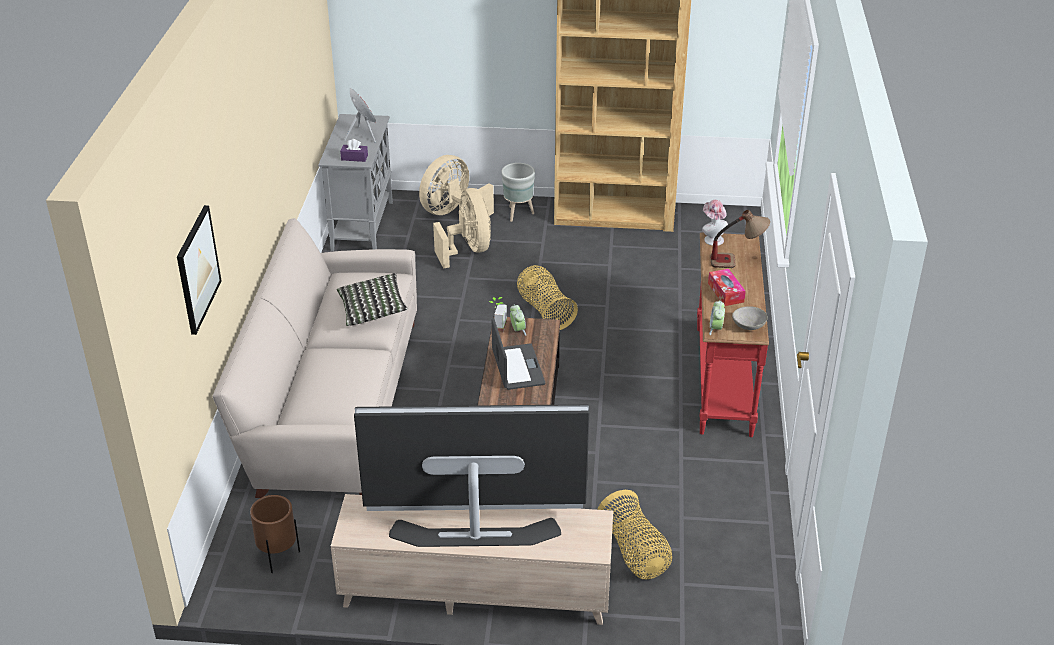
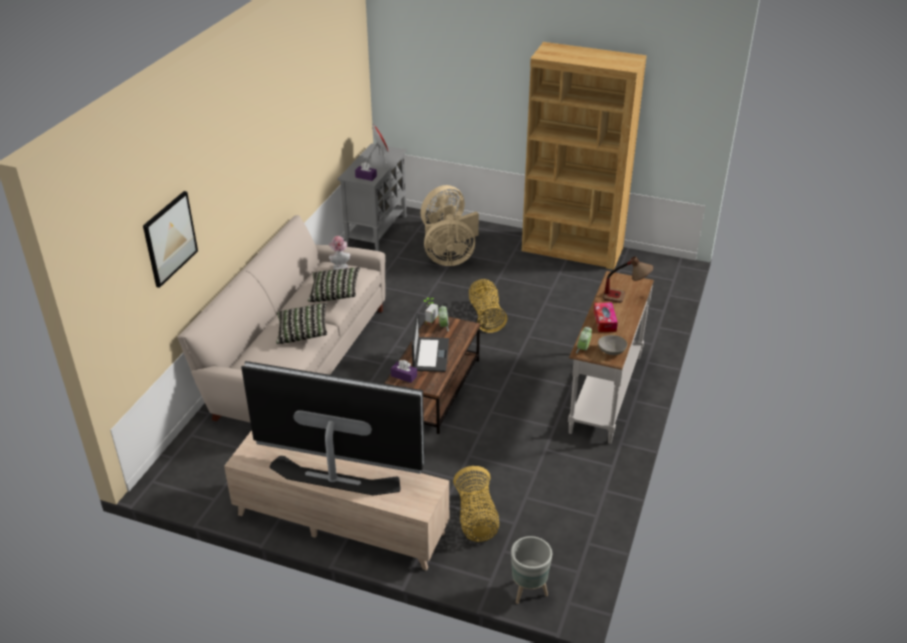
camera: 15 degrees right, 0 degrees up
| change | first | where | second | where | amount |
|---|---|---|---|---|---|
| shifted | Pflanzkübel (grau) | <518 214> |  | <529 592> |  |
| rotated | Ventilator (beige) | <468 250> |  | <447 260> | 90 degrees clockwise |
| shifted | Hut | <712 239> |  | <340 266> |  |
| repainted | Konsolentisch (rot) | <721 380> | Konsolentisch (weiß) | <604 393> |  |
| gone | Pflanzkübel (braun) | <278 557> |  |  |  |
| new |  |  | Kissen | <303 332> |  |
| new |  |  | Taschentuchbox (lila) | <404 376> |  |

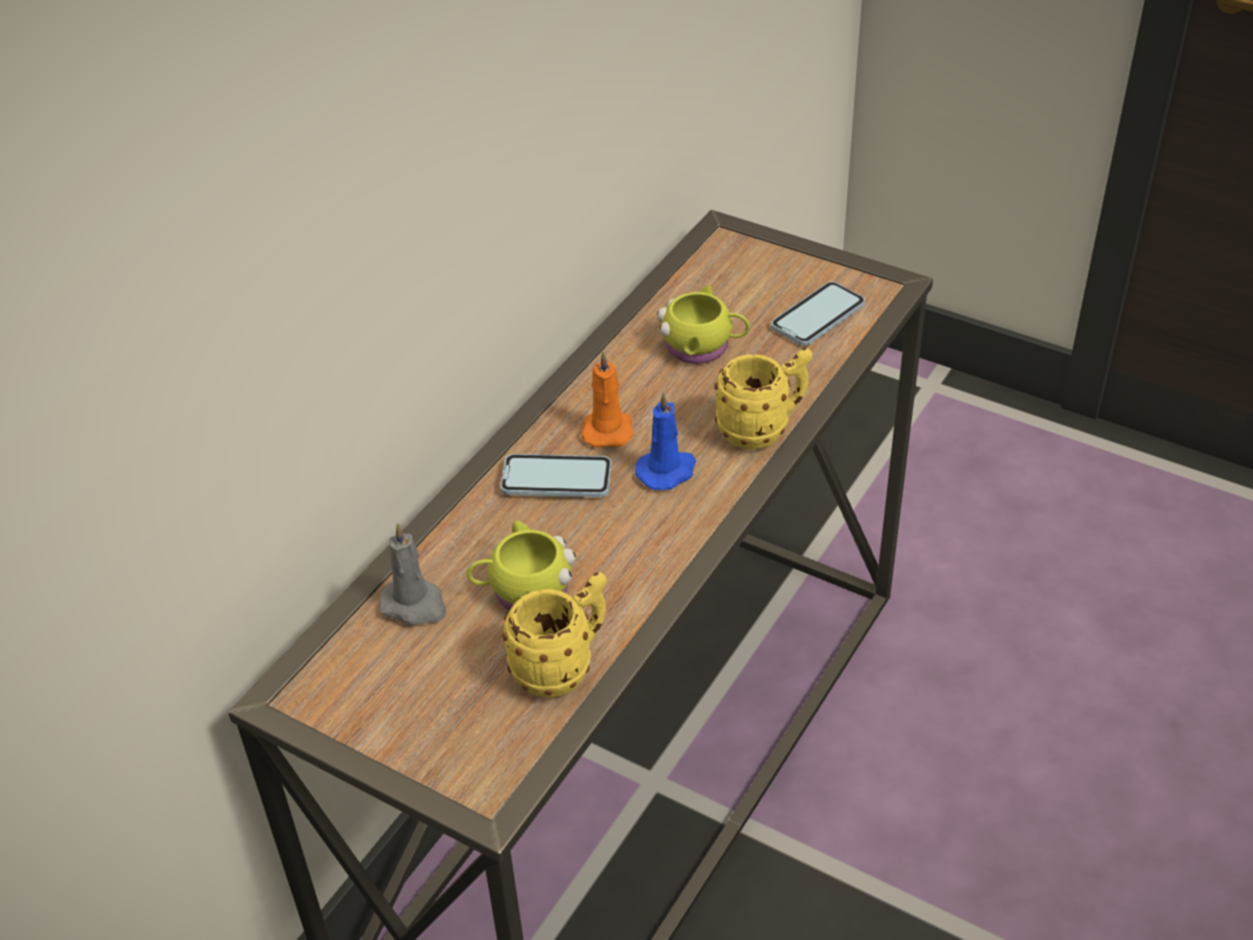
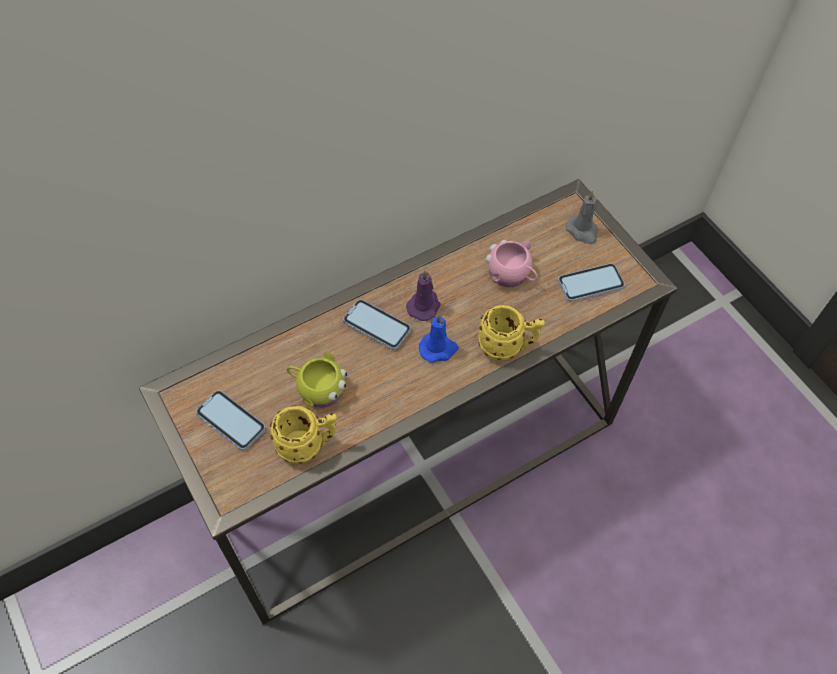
camera: 25 degrees right, 15 degrees up
| change | first | where | second | where | amount |
|---|---|---|---|---|---|
| repainted | Henkelbecher (gelb) | <703 347> | Henkelbecher (rosa) | <511 274> |  |
| repainted | Kerze (orange) | <607 429> | Kerze (lila) | <424 305> |  |
| shifted | Kerze (grau) | <415 605> |  | <582 231> |  |
| new |  |  | Handy | <231 421> |  |

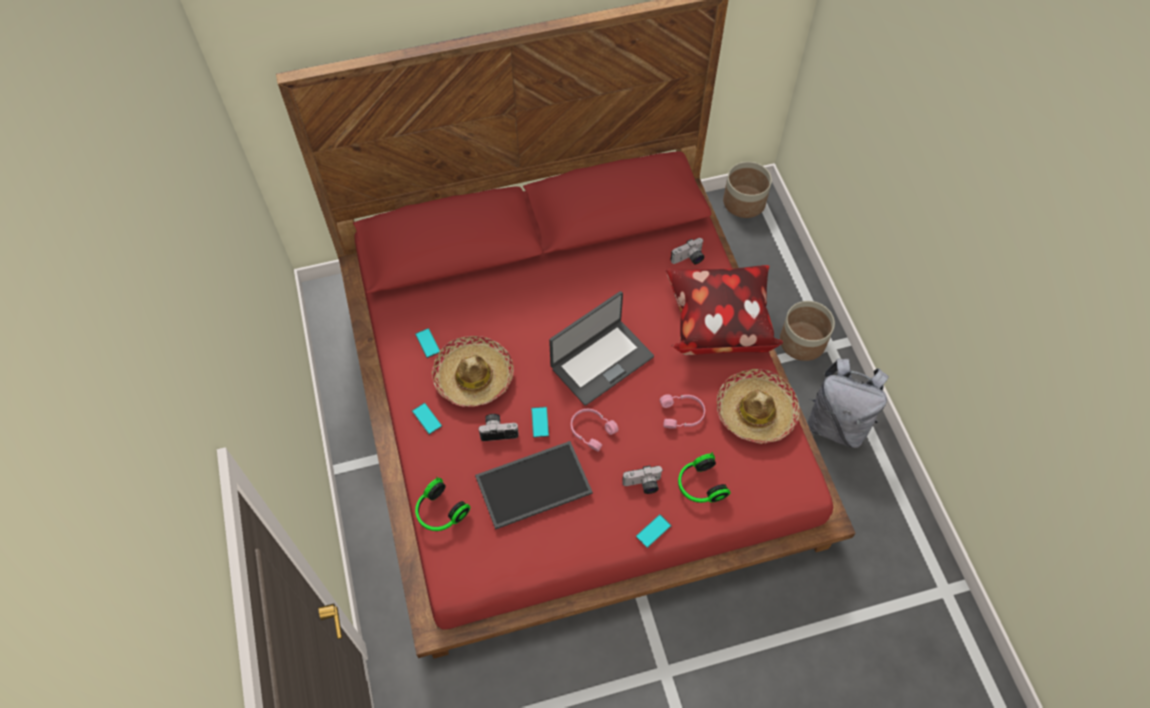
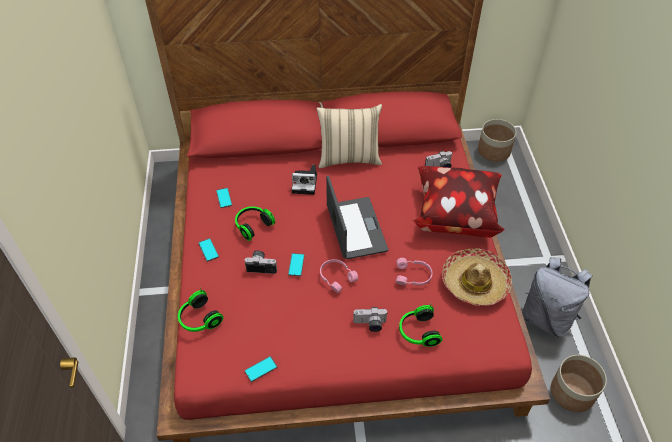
camera: 10 degrees right, 10 degrees down
| change | first | where | second | where | amount |
|---|---|---|---|---|---|
| rotated | Laptop | <601 361> |  | <355 228> | 75 degrees counterclockwise |
| shifted | Pflanzkübel | <802 342> |  | <572 392> |  |
| swapped | Hut | <474 377> | Kopfhörer | <252 225> |  |
| gone | Tablett | <533 486> |  |  |  |
| shifted | Handy | <653 531> |  | <261 369> |  |
| new |  |  | Kissen (beige) | <349 158> |  |
| new |  |  | Kamera | <306 183> |  |

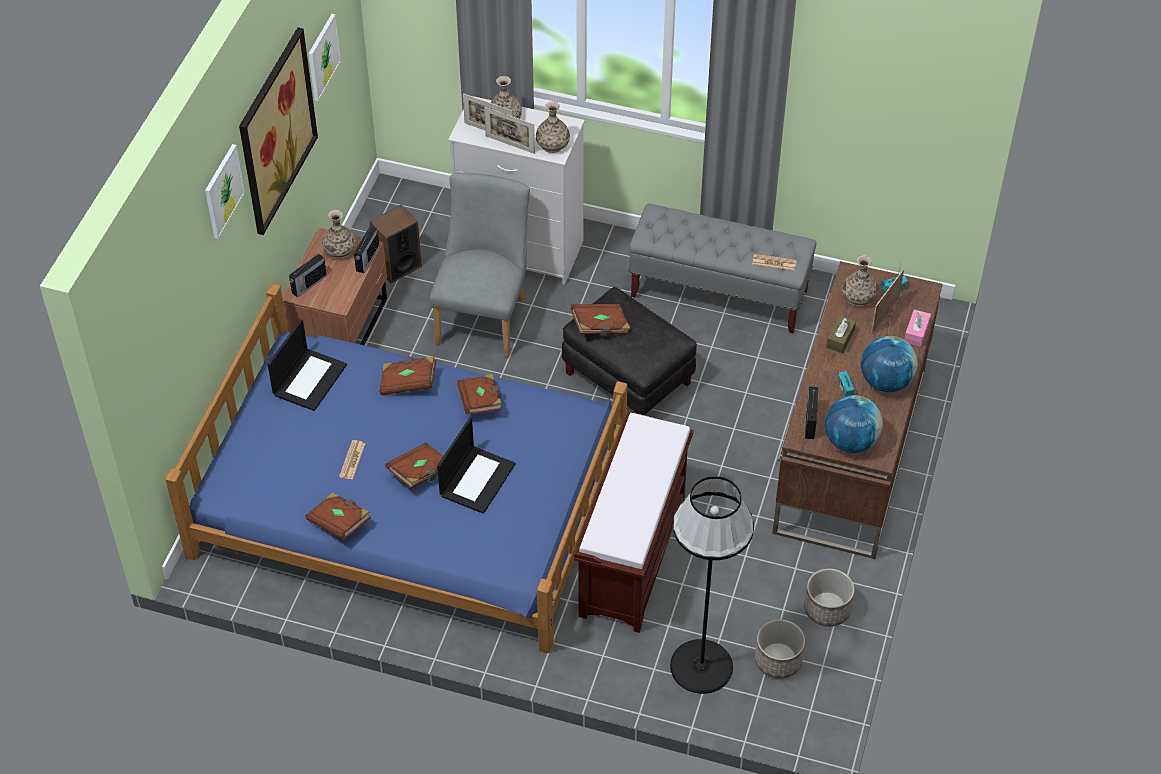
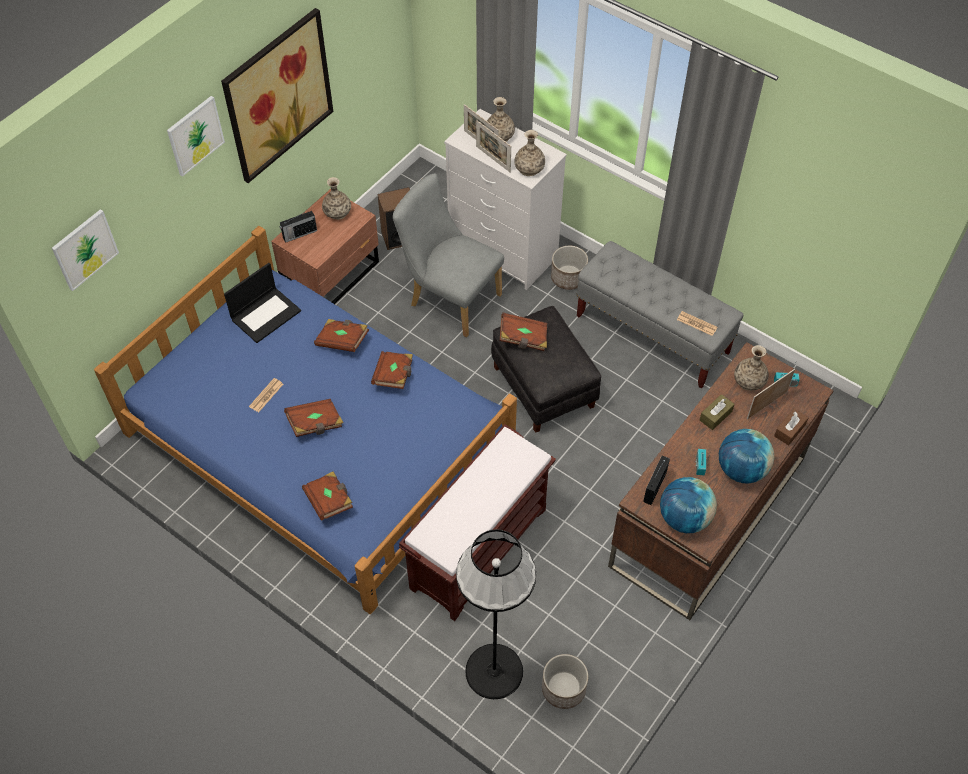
camera: 20 degrees right, 5 degrees up
| change | first | where | second | where | amount |
|---|---|---|---|---|---|
| shifted | Bild | <323 57> |  | <85 249> |  |
| rotated | Stuhl (grau) | <484 315> |  | <449 298> | 90 degrees counterclockwise |
| gone | Radio | <367 259> |  |  |  |
| repainted | Taschentuchbox (rosa) | <916 332> | Taschentuchbox (braun) | <789 430> |  |
| gone | Laptop | <477 479> |  |  |  |
| shifted | Buch (braun) | <340 523> |  | <329 501> |  |
| shifted | Pflanzkübel | <827 609> |  | <568 278> |  |

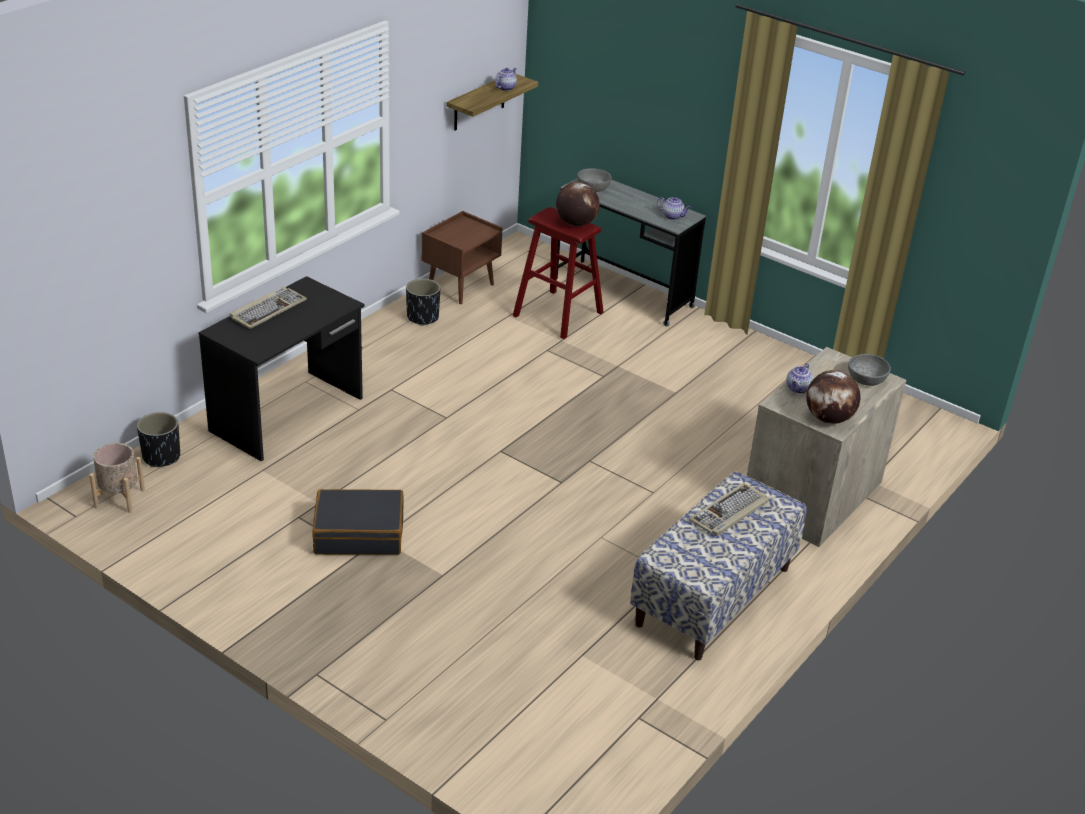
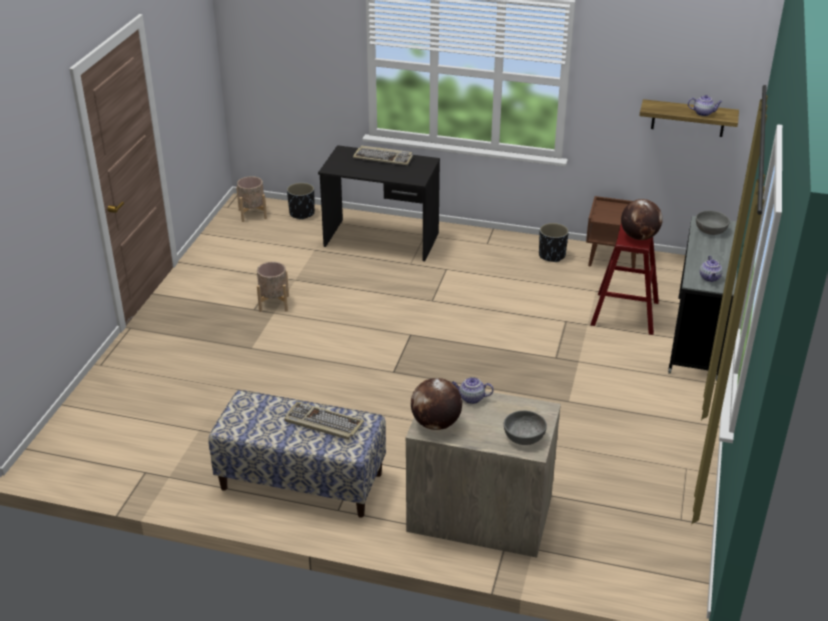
camera: 70 degrees right, 0 degrees up
| change | first | where | second | where | amount |
|---|---|---|---|---|---|
| swapped | Koffer (schwarz) | <359 533> | Pflanzkübel (beige) | <274 303> |  |

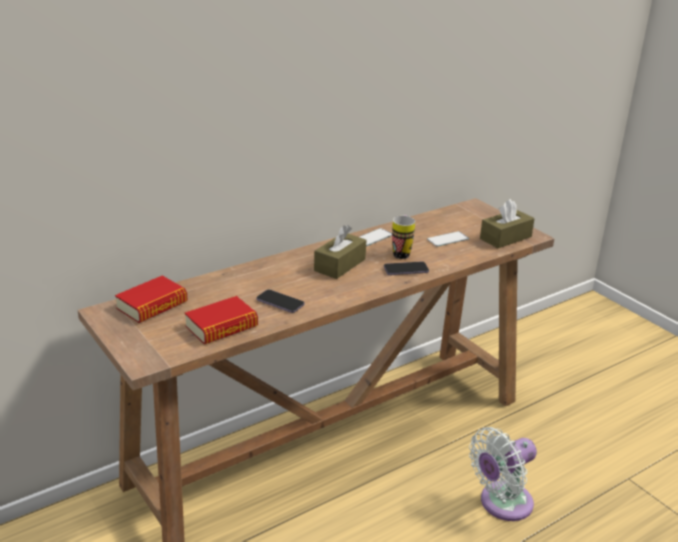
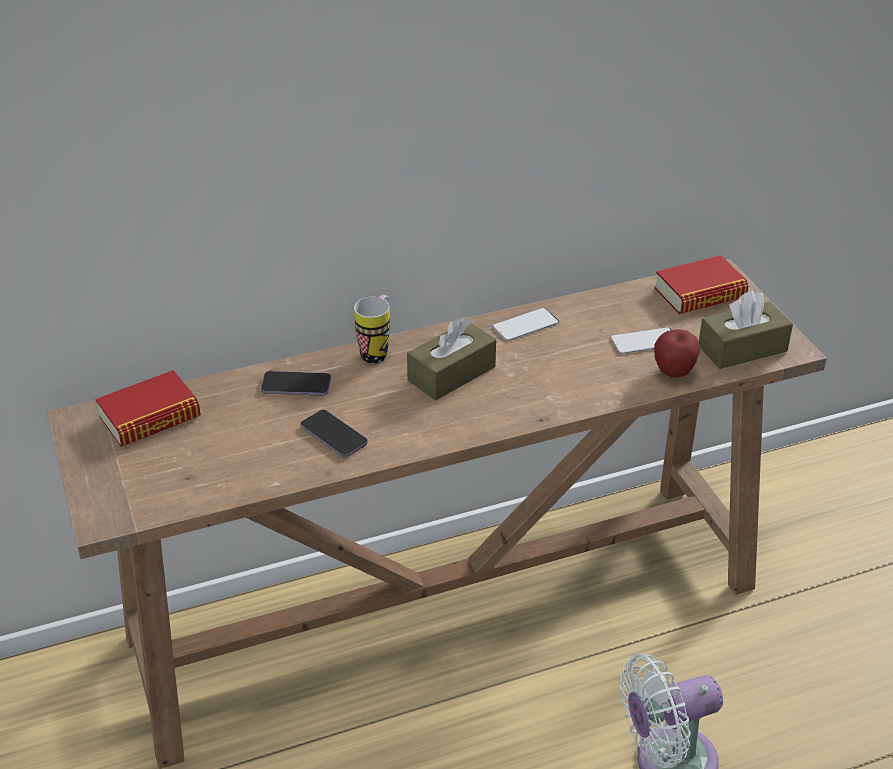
camera: 15 degrees right, 10 degrees up
| change | first | where | second | where | amount |
|---|---|---|---|---|---|
| shifted | Henkelbecher | <401 252> |  | <377 351> |  |
| shifted | Handy | <406 270> |  | <296 385> |  |
| shifted | Buch | <221 327> |  | <700 293> |  |
| new |  |  | Apfel | <673 372> |  |

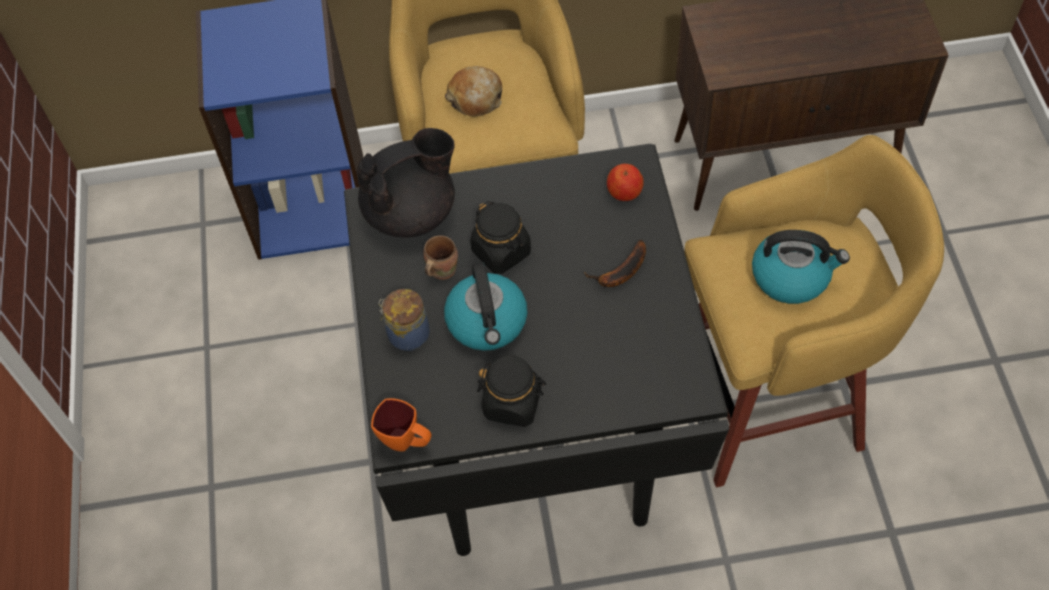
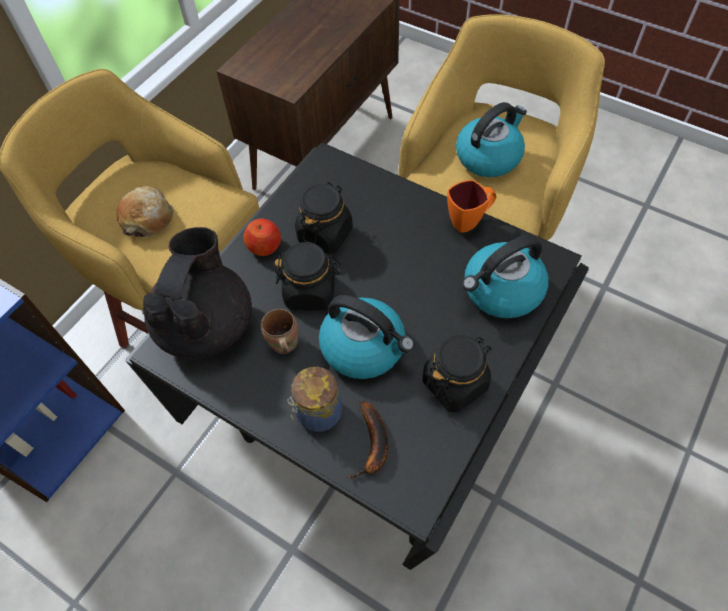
camera: 50 degrees left, 0 degrees up
| change | first | where | second | where | amount |
|---|---|---|---|---|---|
| shifted | Apfel | <624 192> |  | <265 246> |  |
| shifted | Banane | <620 272> |  | <373 446> |  |
| shifted | Henkelbecher (orange) | <407 442> |  | <469 221> |  |
| new |  |  | Vorratsglas (schwarz) | <325 234> |  |
| new |  |  | Wasserkessel | <501 291> |  |

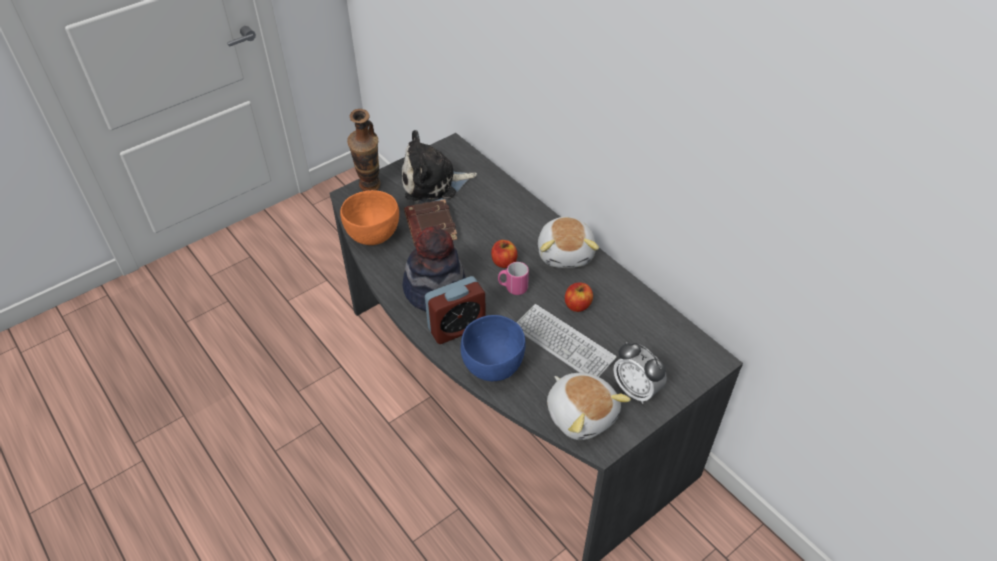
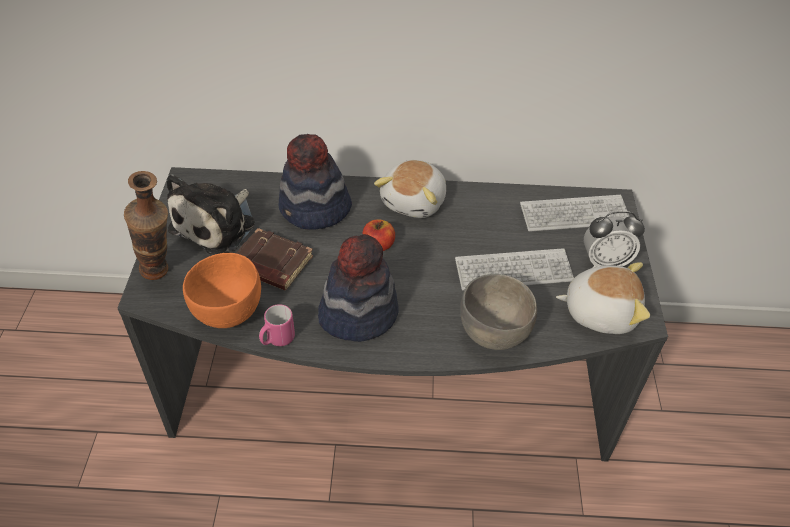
camera: 50 degrees left, 0 degrees up
| change | first | where | second | where | amount |
|---|---|---|---|---|---|
| rotated | Plüschtier | <566 253> |  | <415 201> | 75 degrees clockwise |
| shifted | Henkelbecher (rosa) | <513 288> |  | <277 339> |  |
| gone | Wecker | <456 327> |  |  |  |
| gone | Apfel | <577 305> |  |  |  |
| repainted | Schüssel (blau) | <492 367> | Schüssel (grau) | <493 334> |  |
| new |  |  | Hut | <315 210> |  |
| new |  |  | Tastatur | <574 215> |  |

